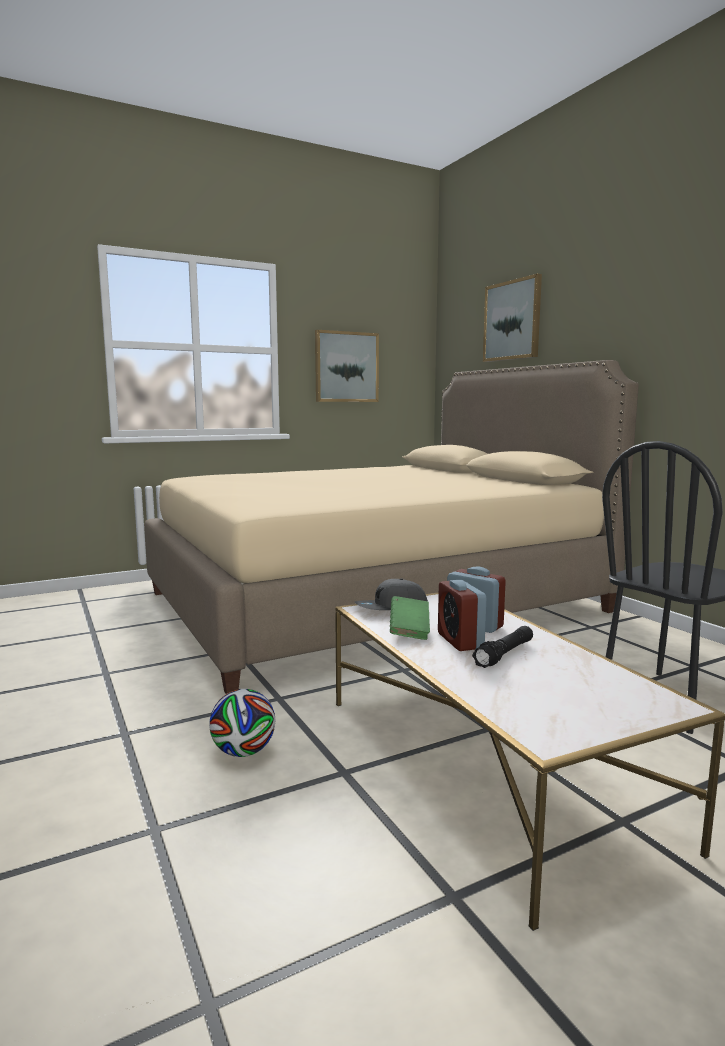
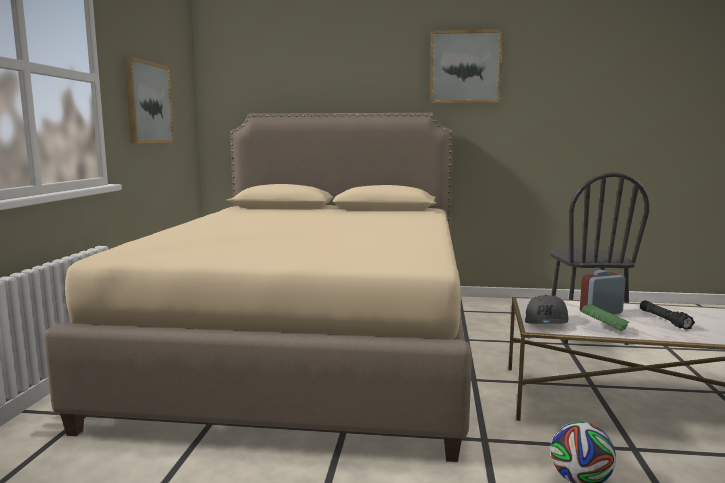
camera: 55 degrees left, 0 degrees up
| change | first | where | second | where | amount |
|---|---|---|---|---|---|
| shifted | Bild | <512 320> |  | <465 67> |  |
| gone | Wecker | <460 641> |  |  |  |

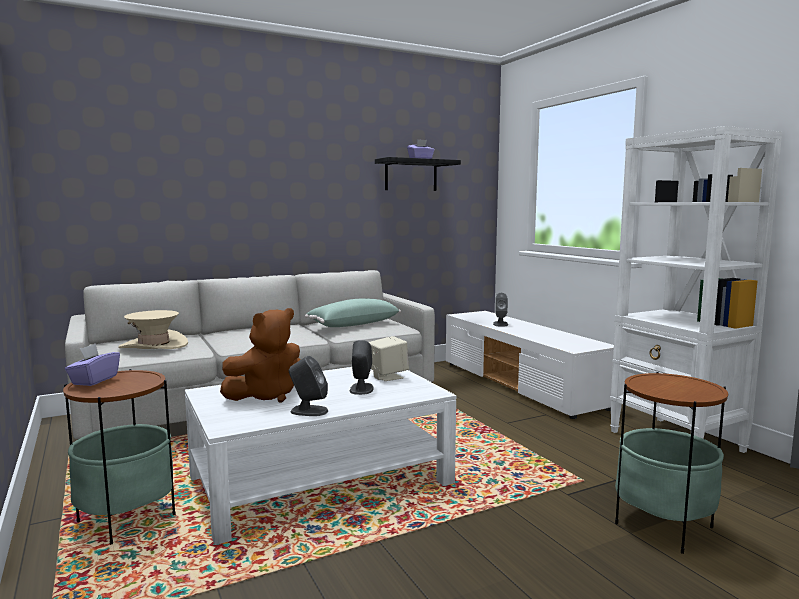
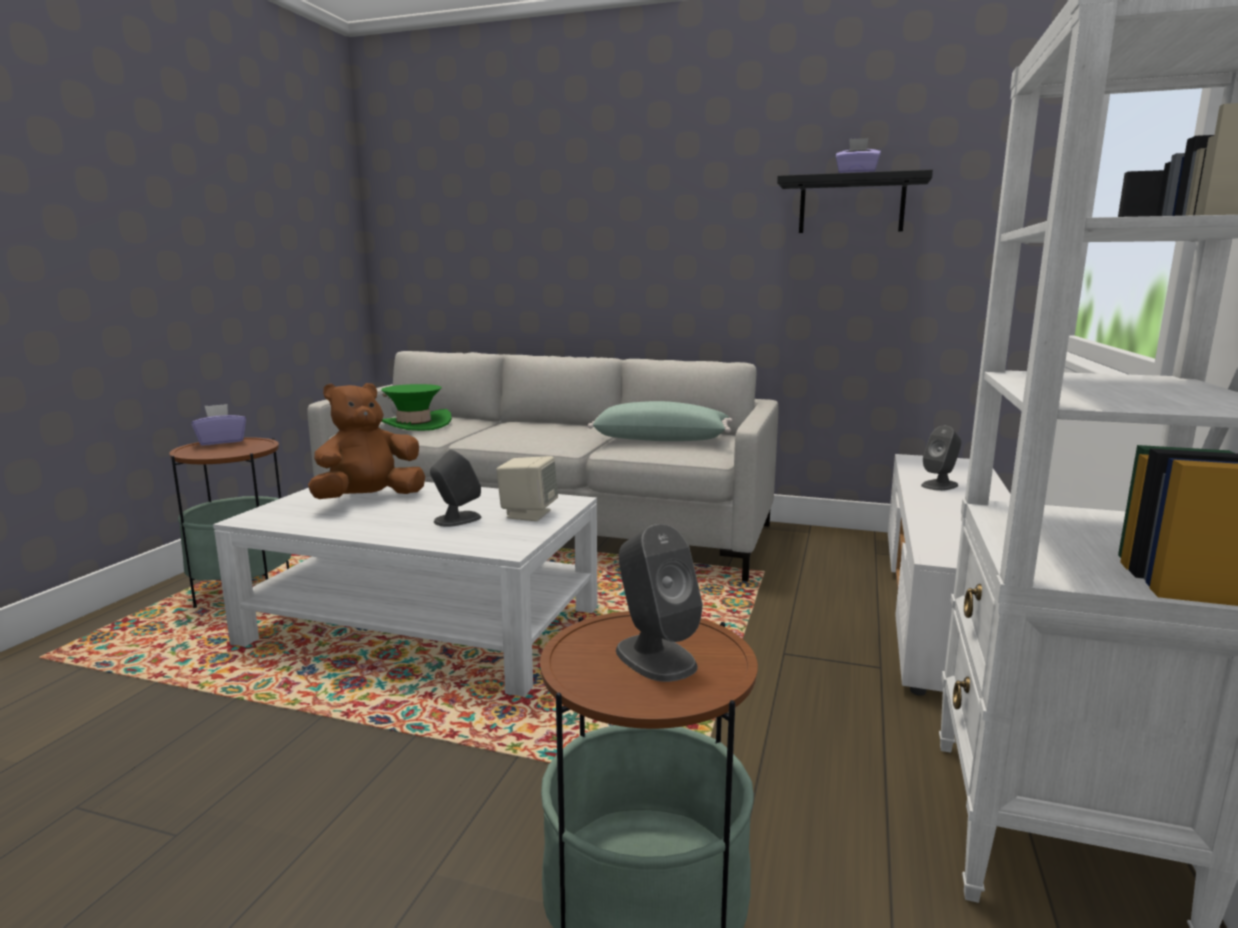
camera: 45 degrees right, 5 degrees up
| change | first | where | second | where | amount |
|---|---|---|---|---|---|
| rotated | Plüschtier (braun) | <267 395> |  | <369 499> | 135 degrees clockwise |
| repainted | Hut (beige) | <154 345> | Hut (grün) | <414 424> |  |
| shifted | Lautsprecher (grau) | <308 411> |  | <655 657> |  |

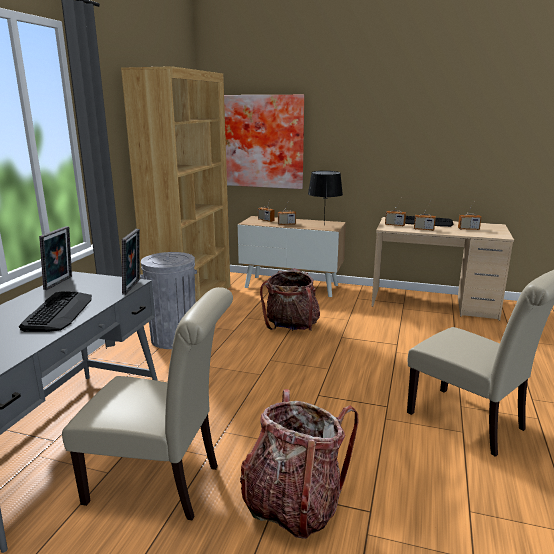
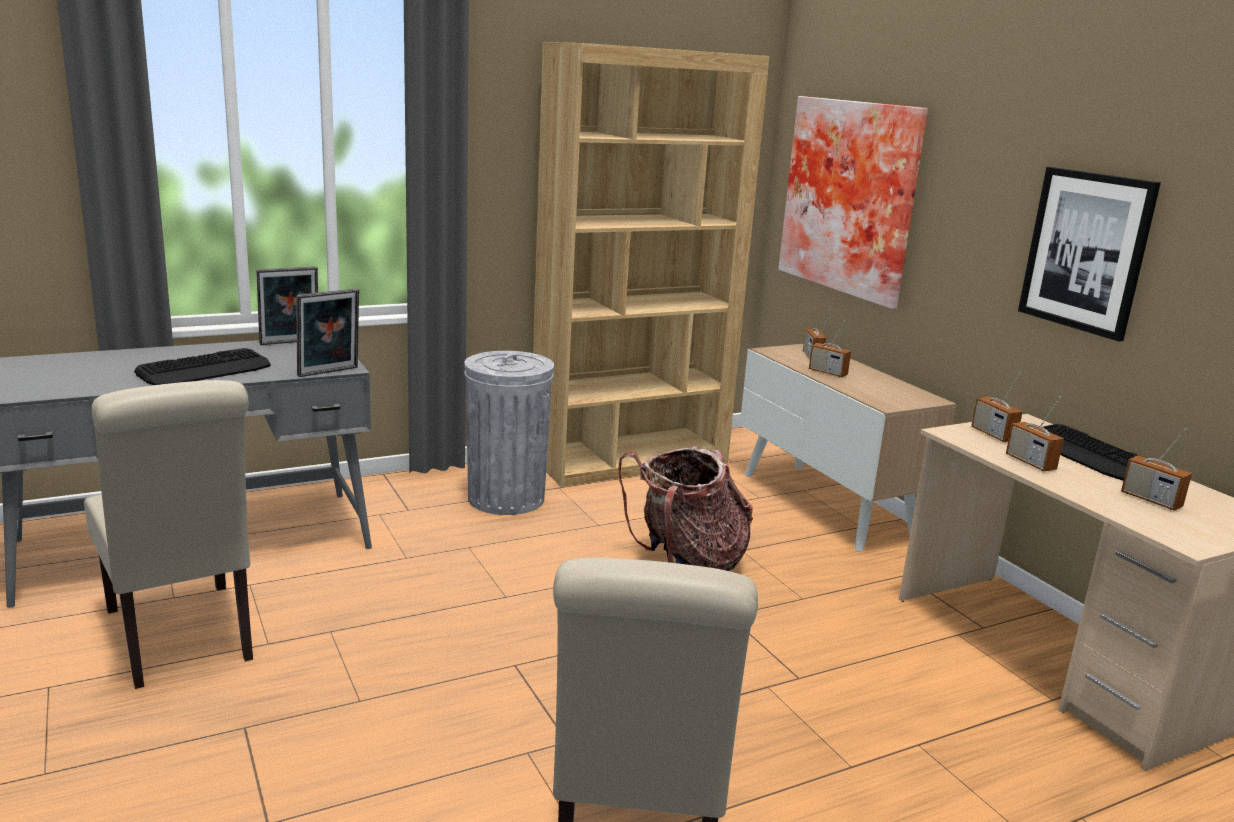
camera: 45 degrees right, 0 degrees up
| change | first | where | second | where | amount |
|---|---|---|---|---|---|
| gone | Tischlampe (schwarz) | <324 225> |  |  |  |
| gone | Rucksack | <293 504> |  |  |  |
| new |  |  | Bild | <1086 251> |  |

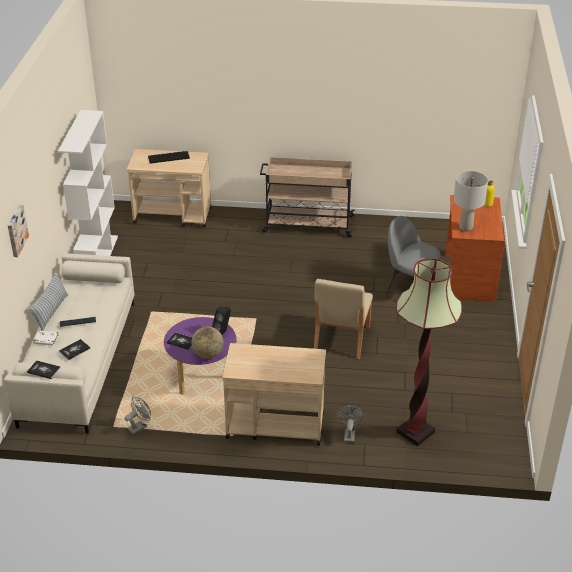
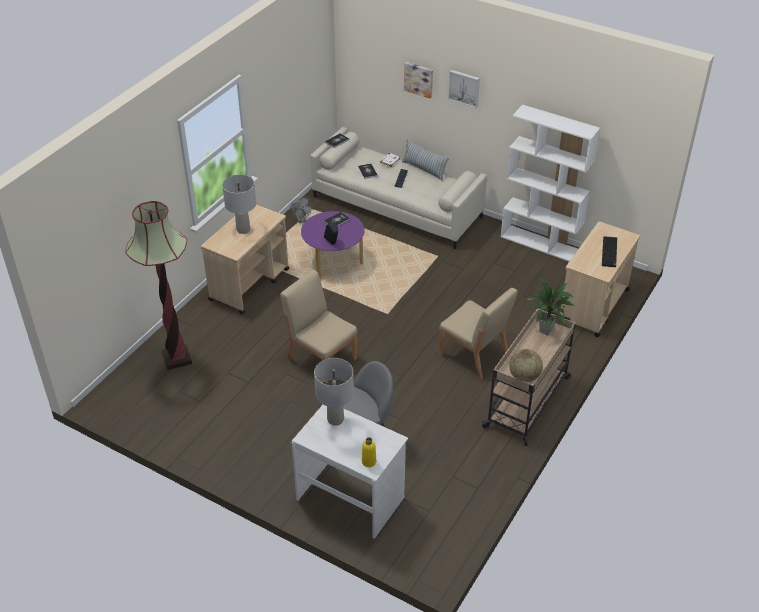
camera: 115 degrees right, 5 degrees up
| change | first | where | second | where | amount |
|---|---|---|---|---|---|
| repainted | Schreibtisch (braun) | <468 277> | Schreibtisch (weiß) | <351 497> |  |
| shifted | Globus | <208 354> |  | <524 377> |  |
| gone | Ventilator (grau) | <349 434> |  |  |  |
| new |  |  | Bild | <464 87> |  |
| new |  |  | Tischlampe (grau) | <243 230> |  |
| new |  |  | Topfpflanze | <546 331> |  |
| new |  |  | Stuhl (beige) | <474 355> |  |

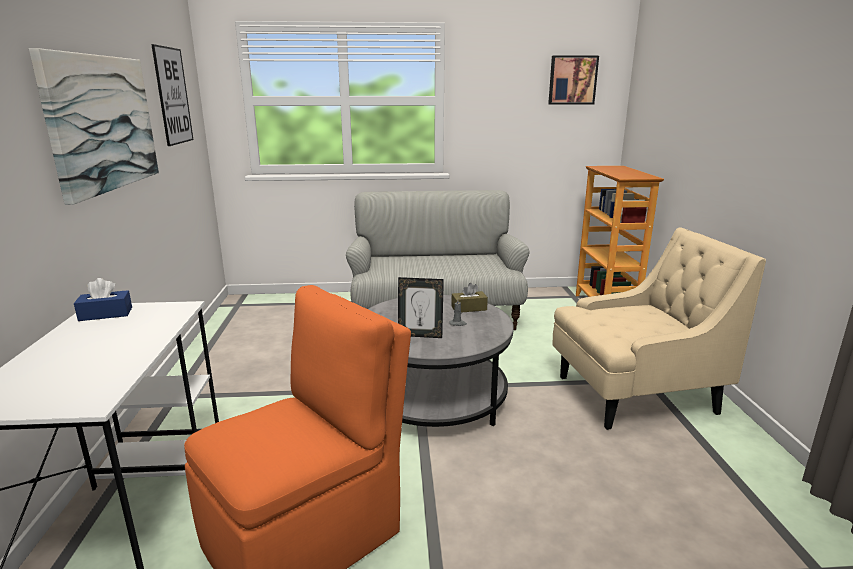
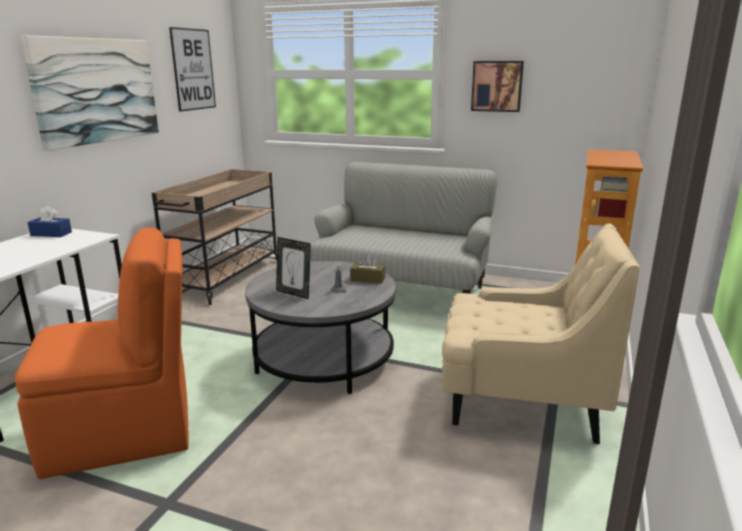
camera: 25 degrees right, 0 degrees up
| change | first | where | second | where | amount |
|---|---|---|---|---|---|
| shifted | Bild | <572 80> |  | <497 86> |  |
| new |  |  | Rollwagen (beige) | <225 278> |  |

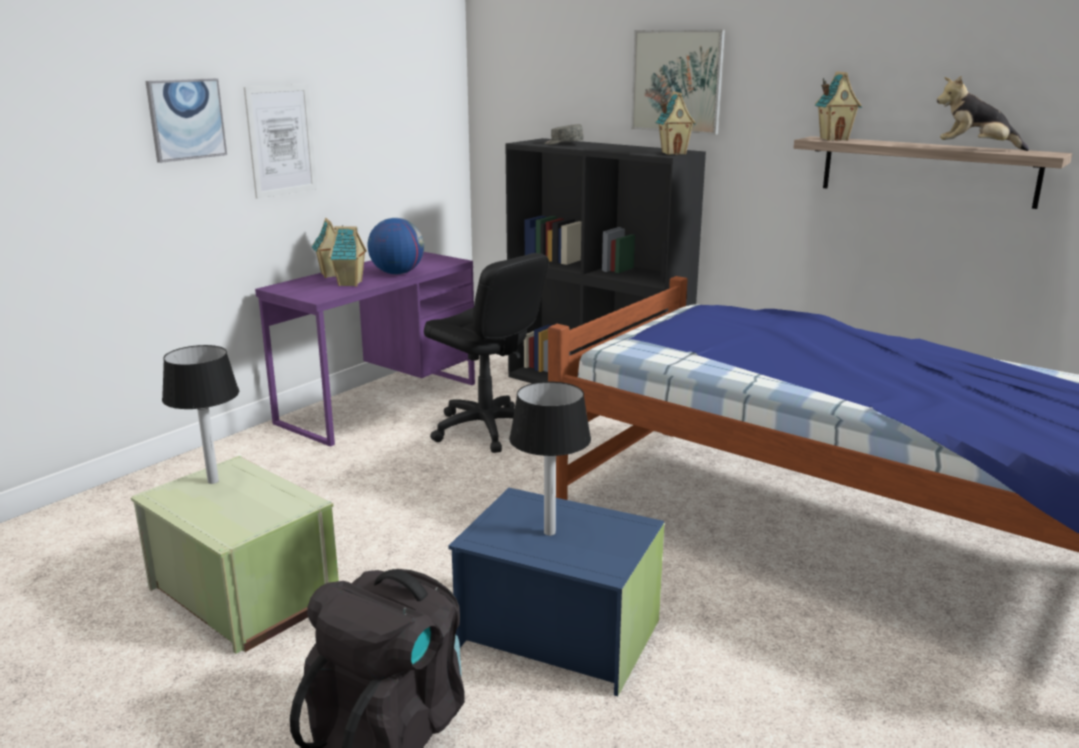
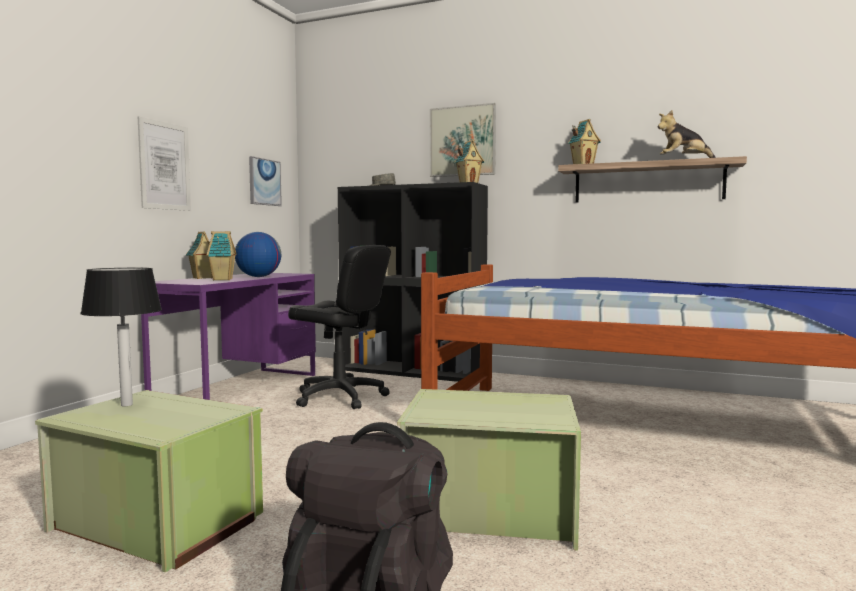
camera: 15 degrees left, 15 degrees down
| change | first | where | second | where | amount |
|---|---|---|---|---|---|
| shifted | Bild | <186 119> |  | <264 182> |  |
| gone | Tischlampe | <548 532> |  |  |  |
| repainted | Aufbewahrungsbox (blau) | <559 631> | Aufbewahrungsbox (grün) | <489 511> |  |

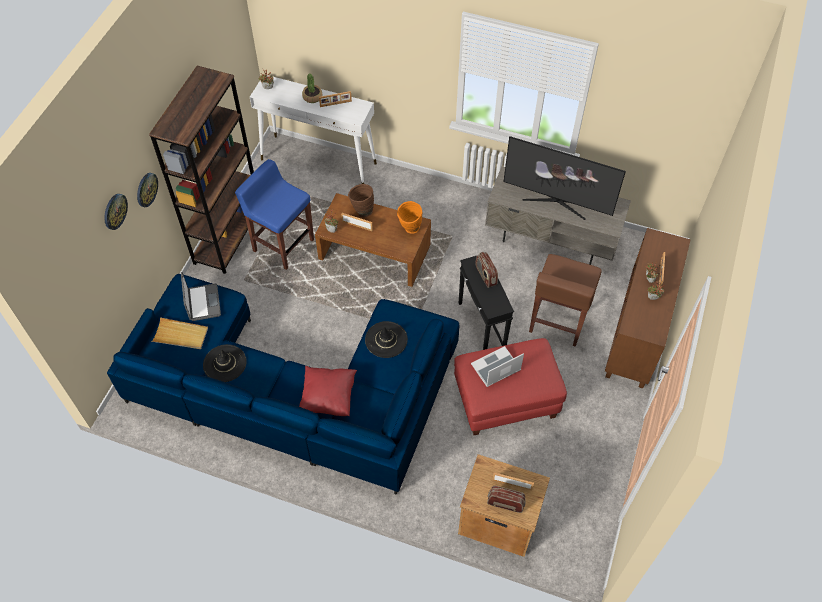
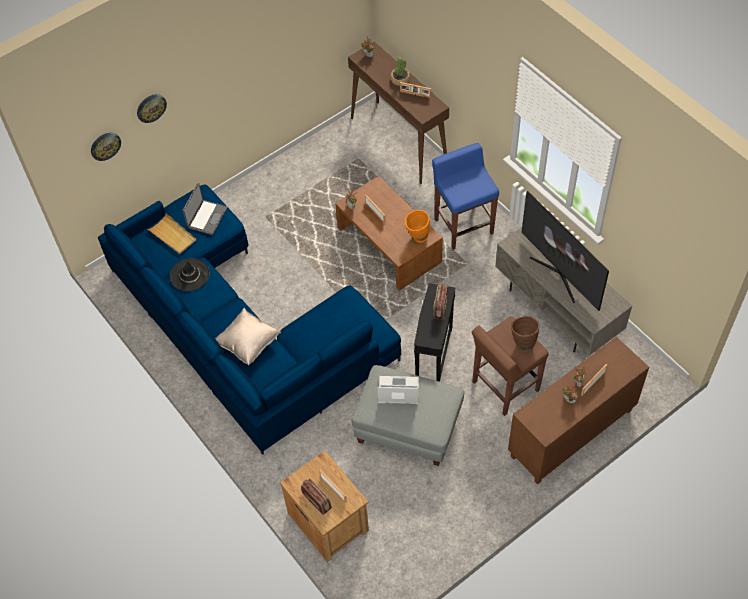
camera: 35 degrees right, 0 degrees up
| change | first | where | second | where | amount |
|---|---|---|---|---|---|
| gone | Bücherregal (braun) | <228 236> |  |  |  |
| repainted | Konsolentisch (weiß) | <319 161> | Konsolentisch (braun) | <399 142> |  |
| shifted | Hocker (blau) | <282 244> |  | <463 226> |  |
| shifted | Wanduhr | <146 189> |  | <105 146> |  |
| shifted | Vase (braun) | <361 211> |  | <522 343> |  |
| gone | Hut (schwarz) | <386 340> |  |  |  |
| repainted | Polsterhocker (rot) | <505 399> | Polsterhocker (grau) | <408 428> |  |
| repainted | Kissen (rot) | <328 398> | Kissen (beige) | <248 344> |  |

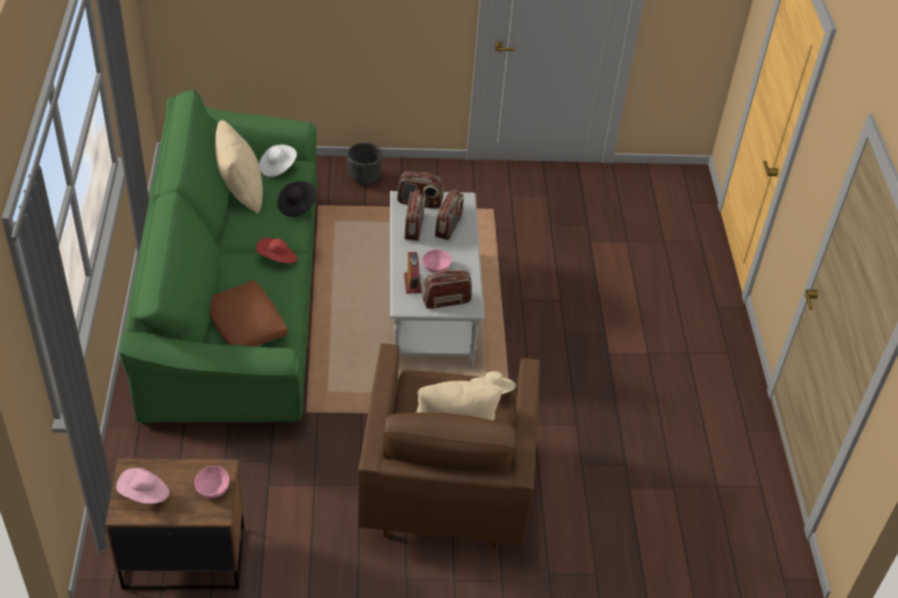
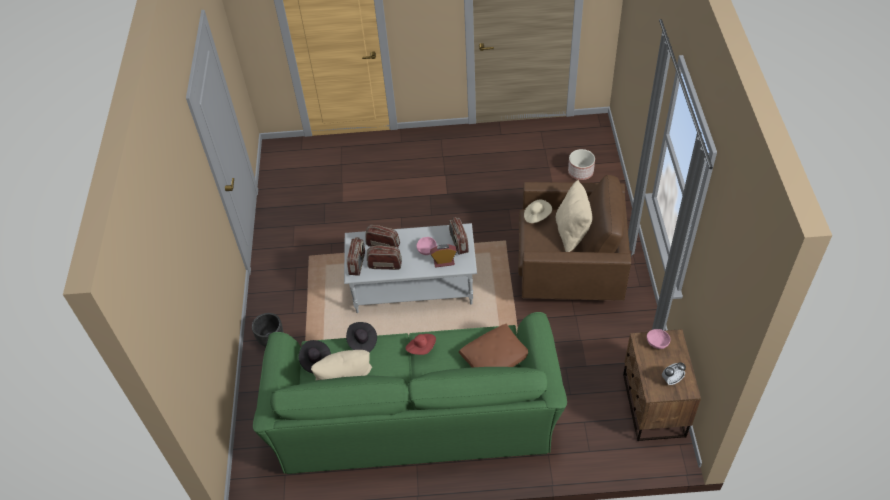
camera: 85 degrees left, 5 degrees up
| change | first | where | second | where | amount |
|---|---|---|---|---|---|
| repainted | Hut (weiß) | <277 167> | Hut (schwarz) | <315 361> |  |
| swapped | Hut (rosa) | <145 494> | Wecker | <671 380> |  |
| new |  |  | Pflanzkübel | <580 172> |  |

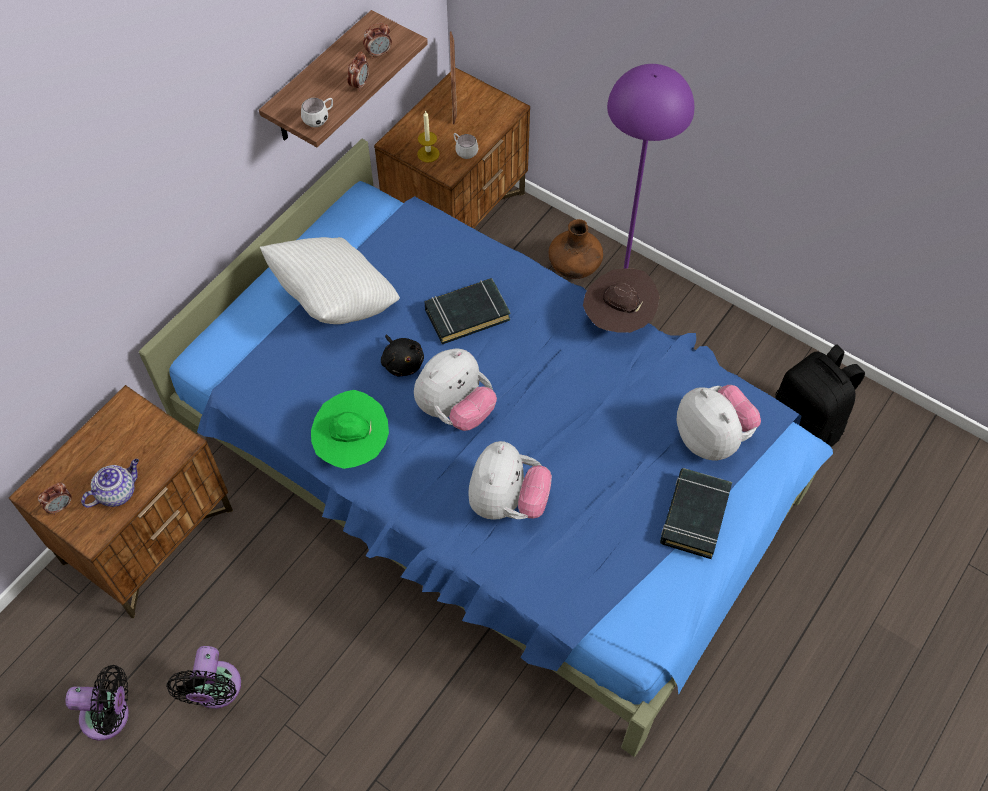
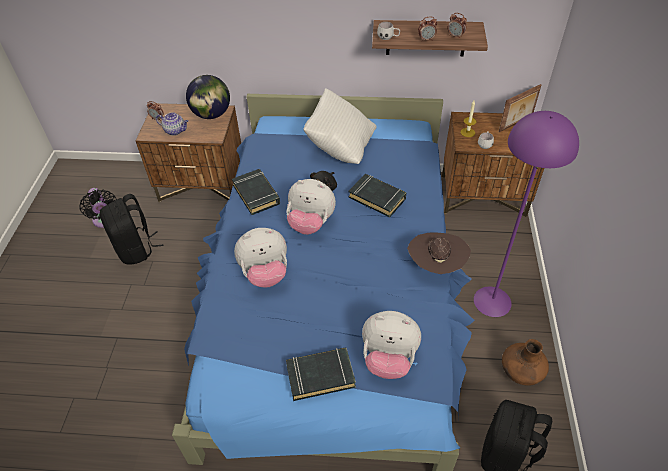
camera: 60 degrees right, 10 degrees down
| change | first | where | second | where | amount |
|---|---|---|---|---|---|
| shifted | Vase (braun) | <574 268> |  | <520 373> |  |
| rotated | Plüschtier | <712 438> |  | <388 359> | 75 degrees clockwise |
| swapped | Hut (grün) | <352 446> | Buch (schwarz) | <256 194> |  |
| swapped | Ventilator (schwarz) | <215 691> | Rucksack (schwarz) | <136 249> |  |
| new |  |  | Globus | <211 115> |  |

